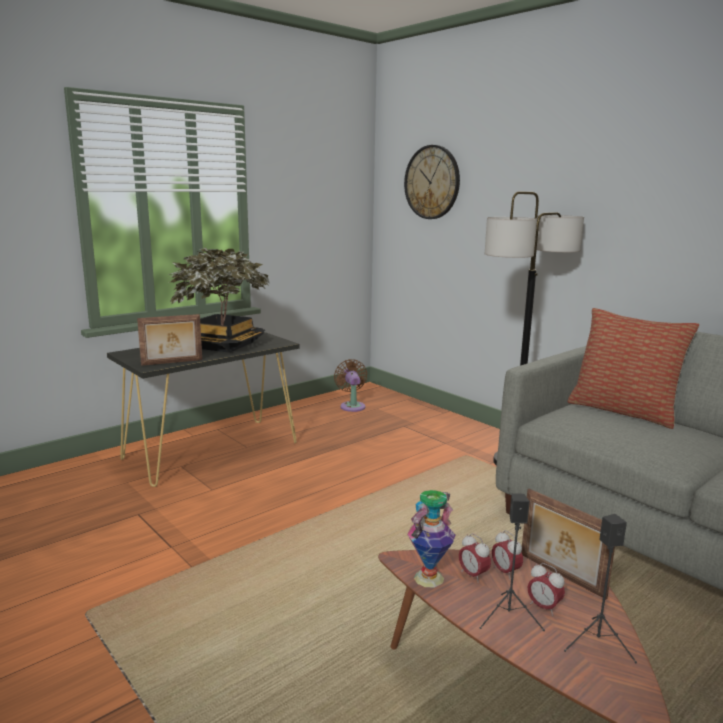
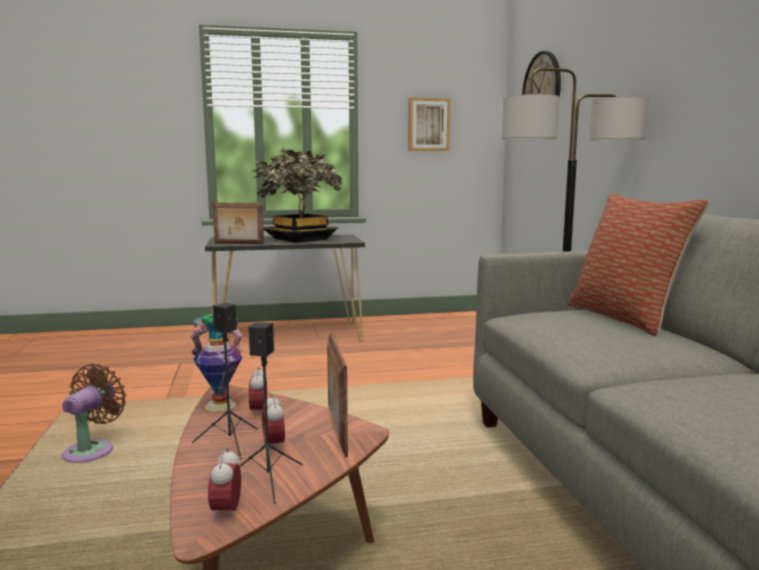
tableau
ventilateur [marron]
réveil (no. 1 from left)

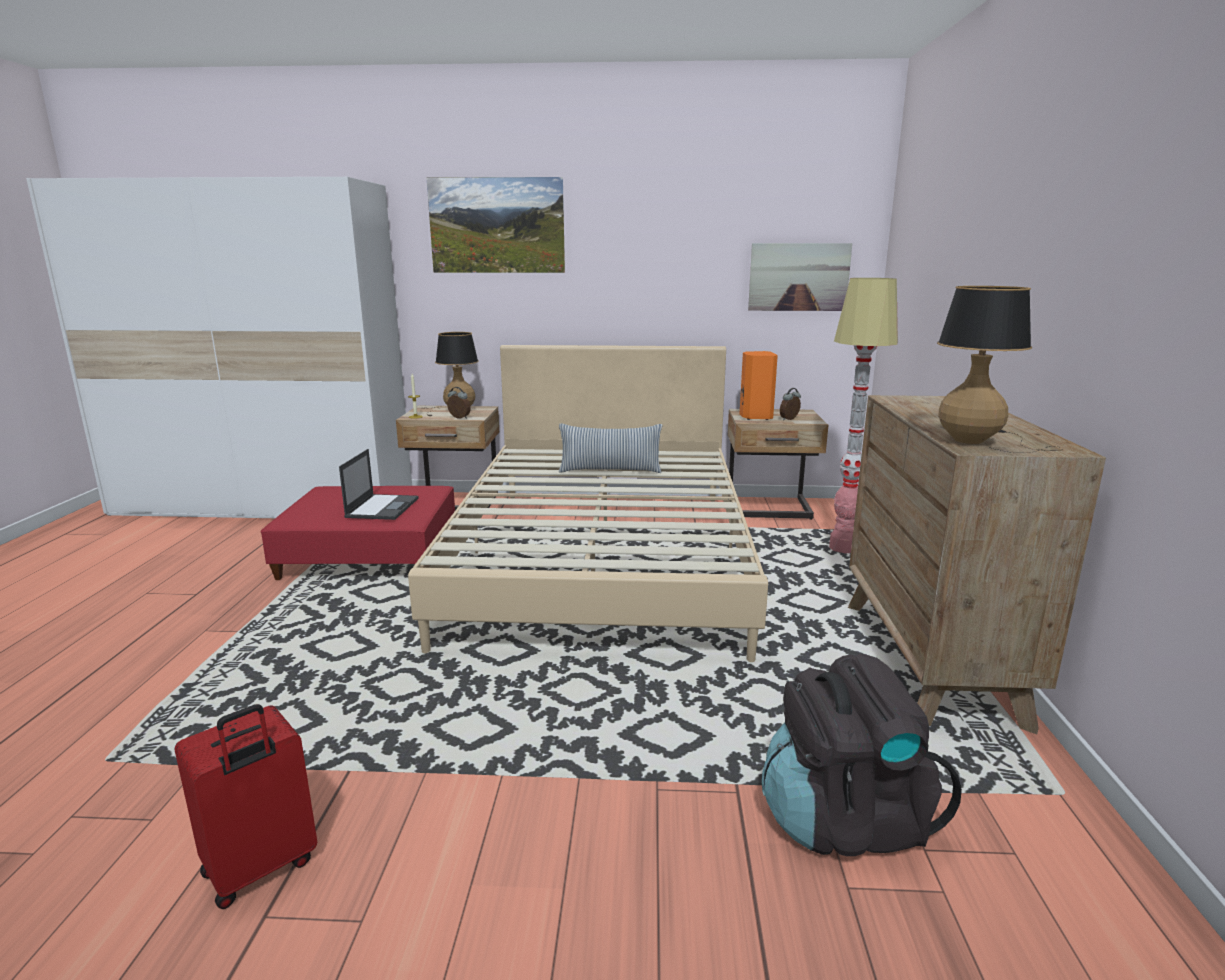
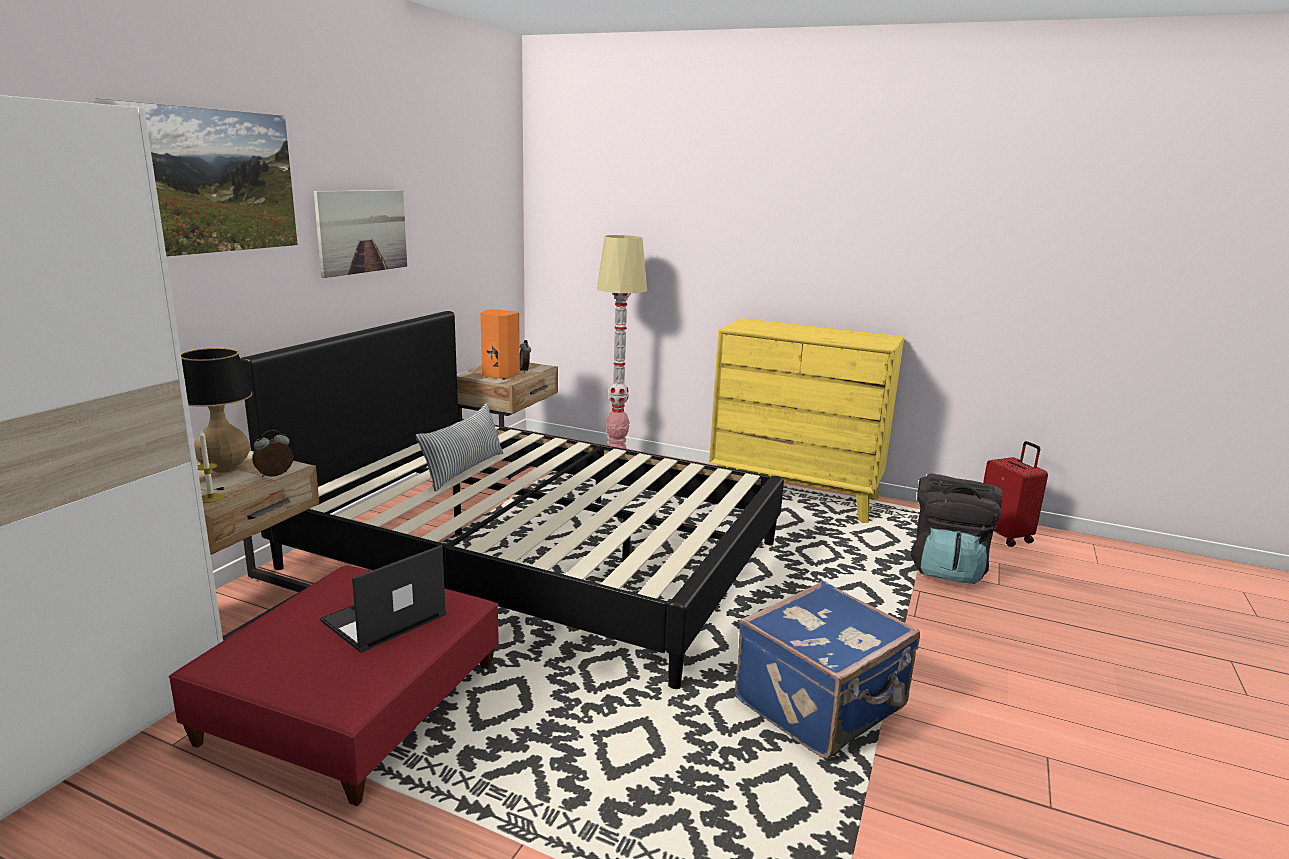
lampe de table (no. 2 from left in the first image)
valise [bleu]
valise [rouge]
tableau (no. 2 from left)
lit [noir]
commode [jaune]
ordinateur portable

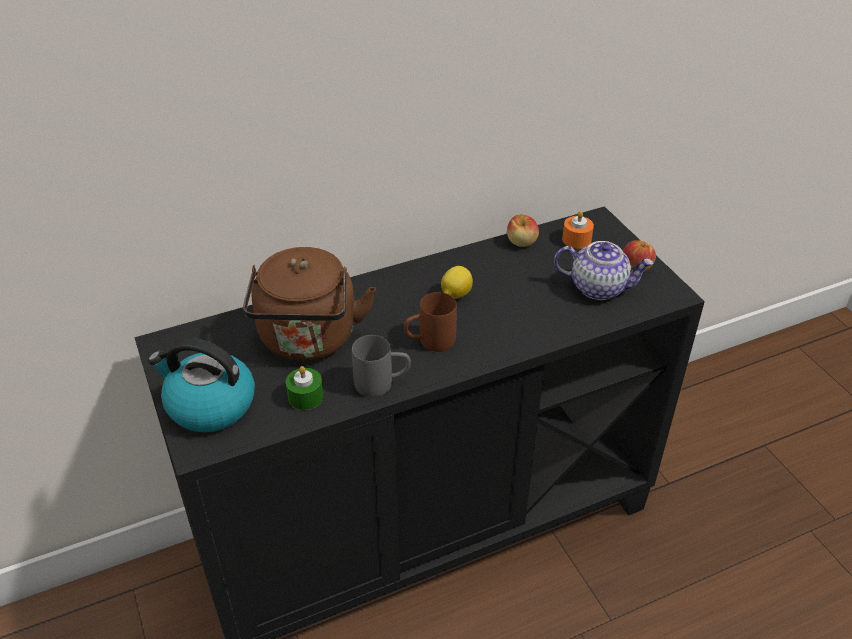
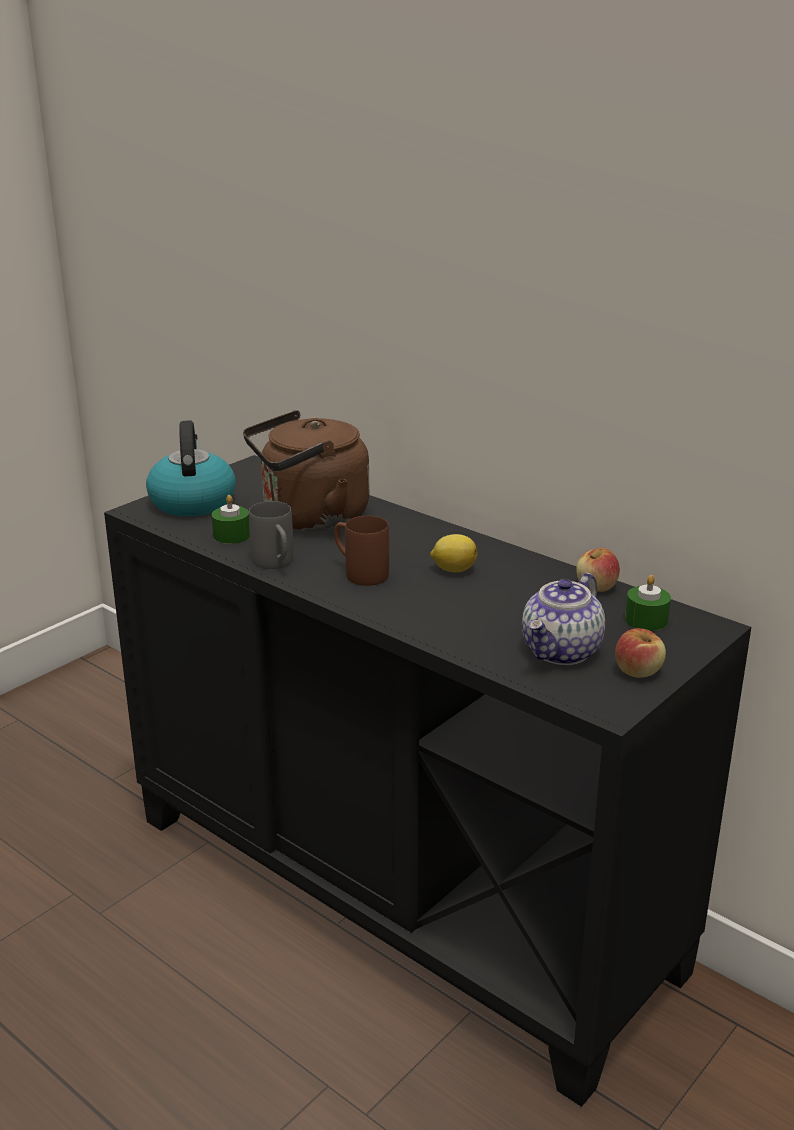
bougie [vert] (no. 2 from left)
théière

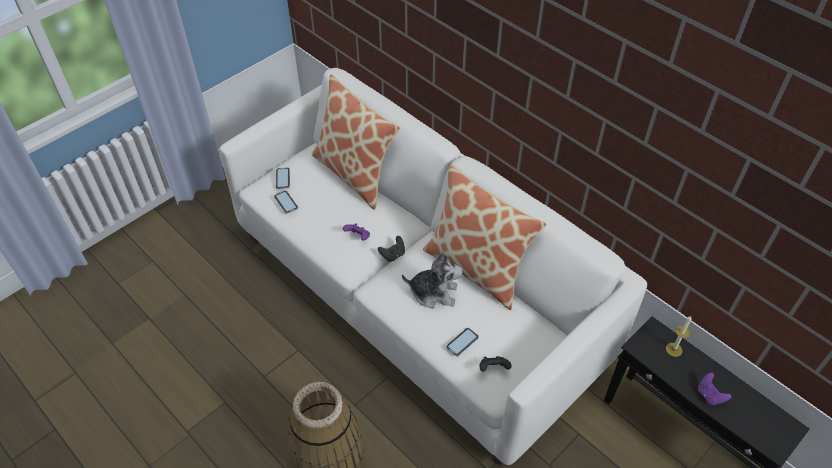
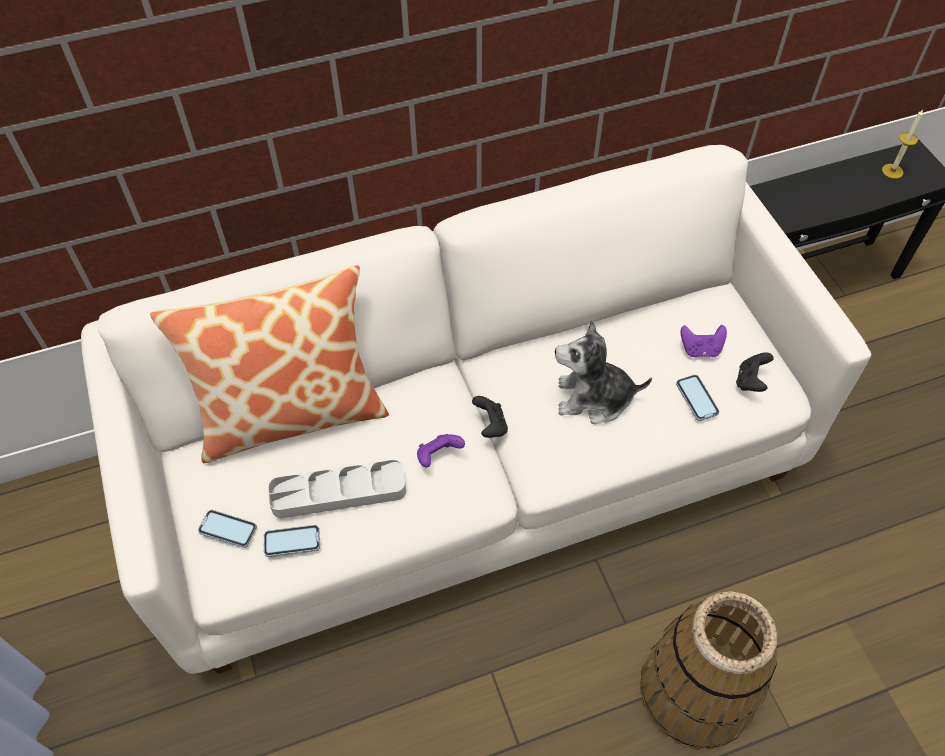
coussin (no. 2 from left in the first image)
plateau [gris]
bougie
manette [violet] (no. 2 from left)
peluche

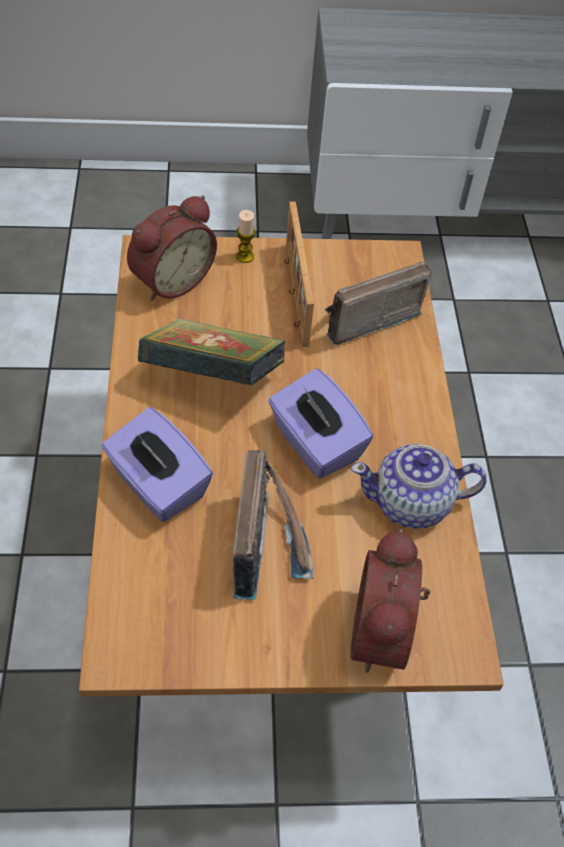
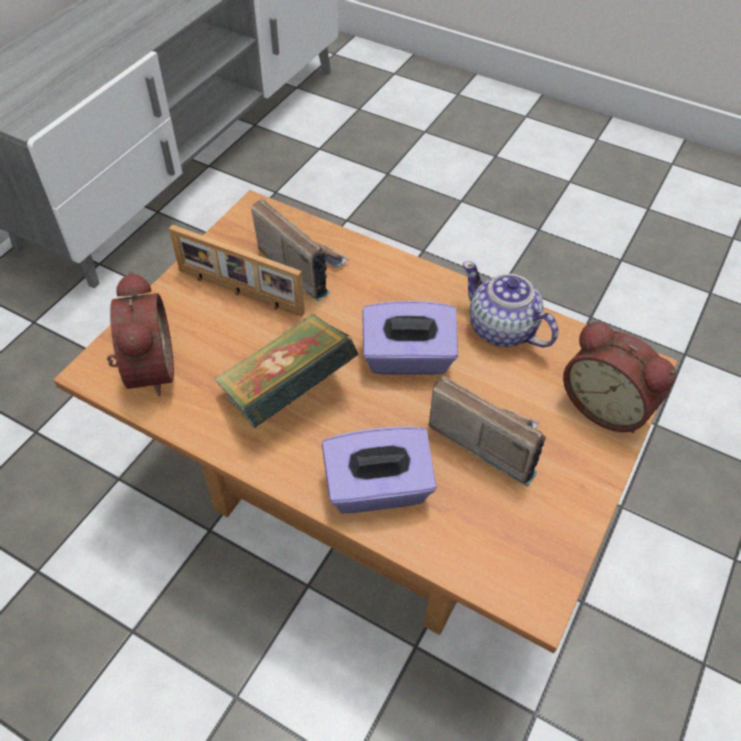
bougie
radio (no. 1 from left)
théière

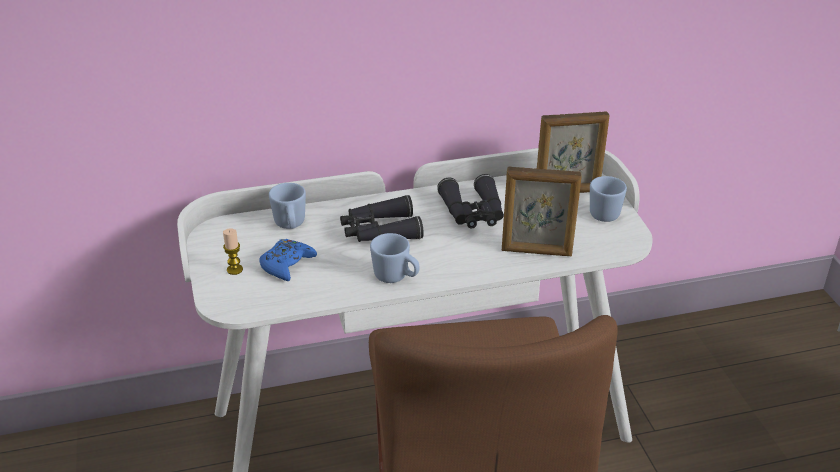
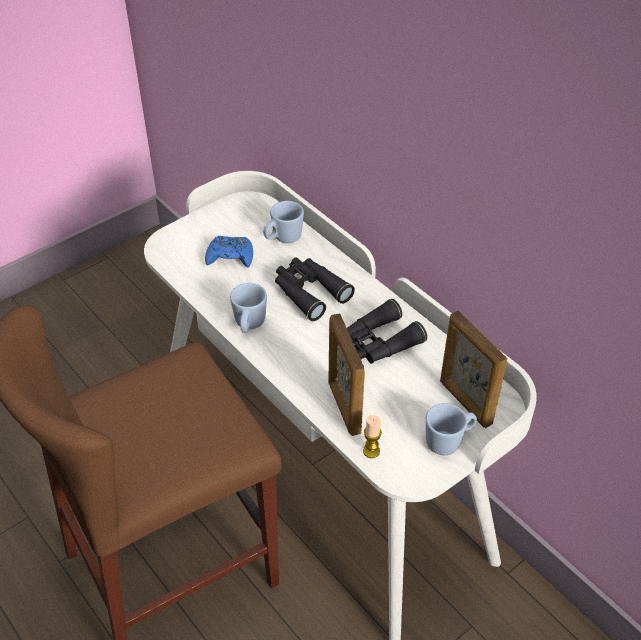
bougie

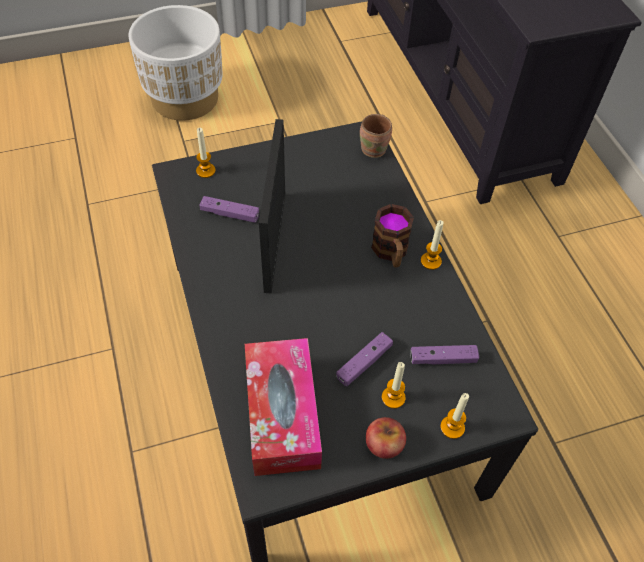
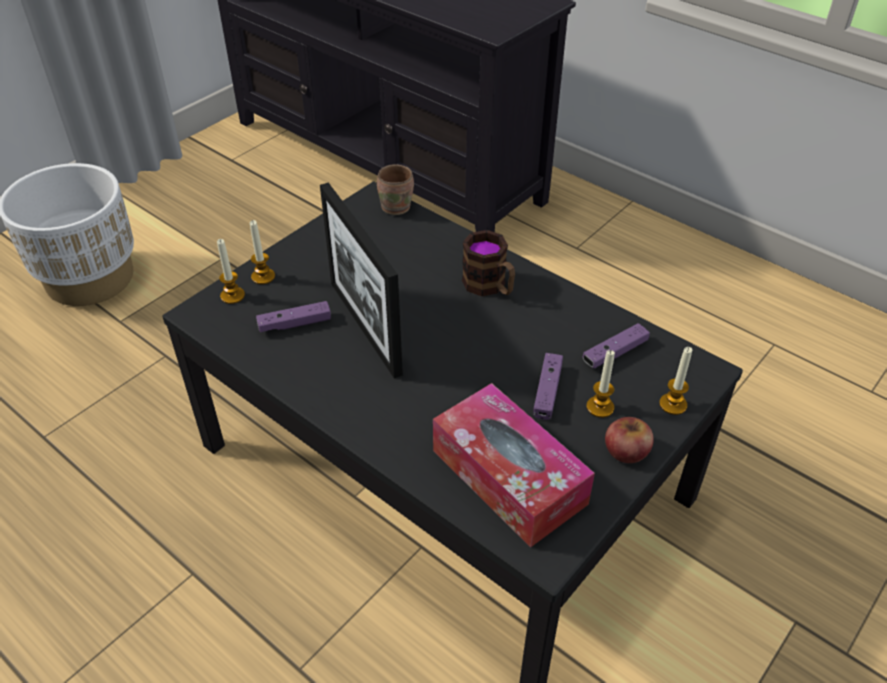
bougie (no. 2 from left)

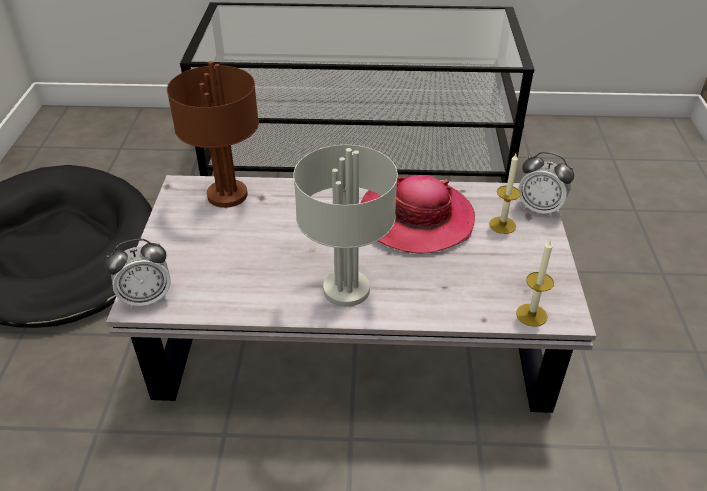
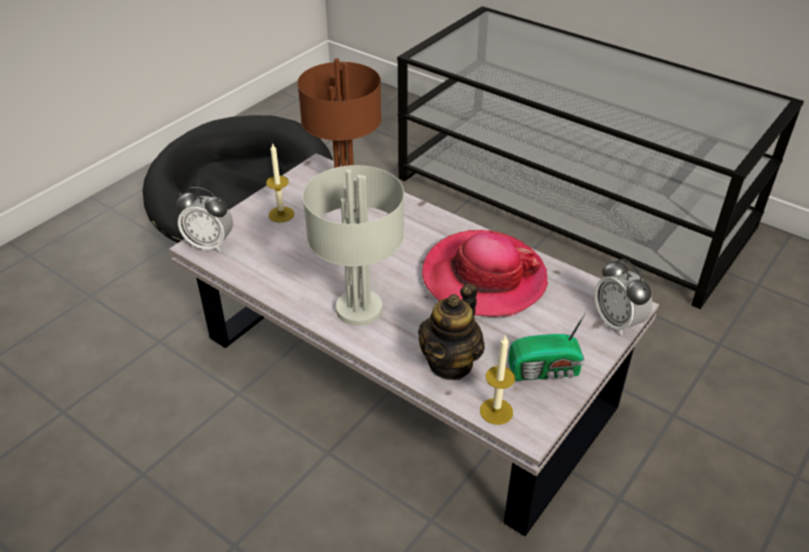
théière
radio
bougie (no. 1 from left)

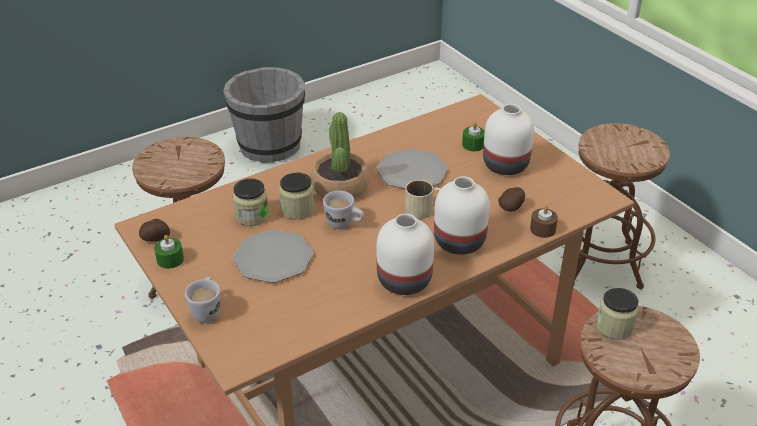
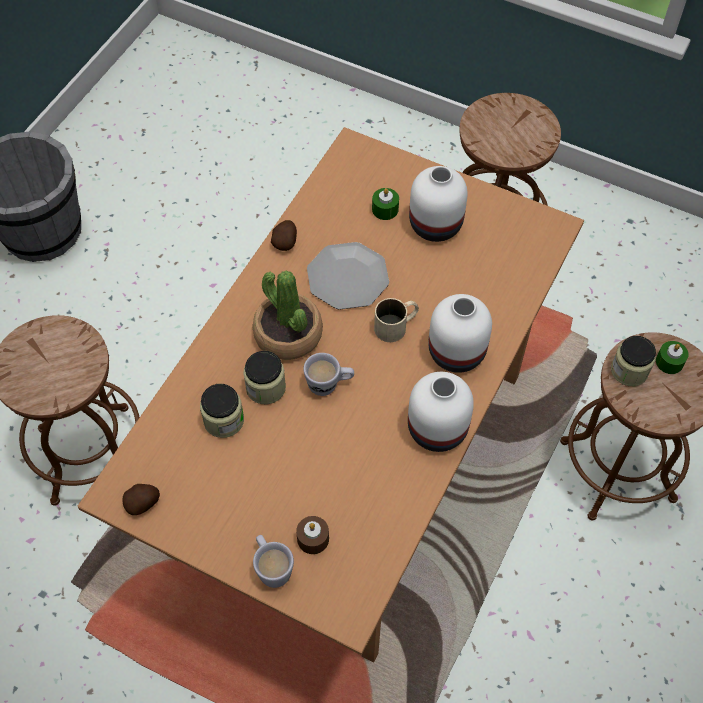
assiette (no. 1 from left in the first image)
bougie [vert] (no. 2 from left)
pomme de terre (no. 2 from left)
bougie [marron]

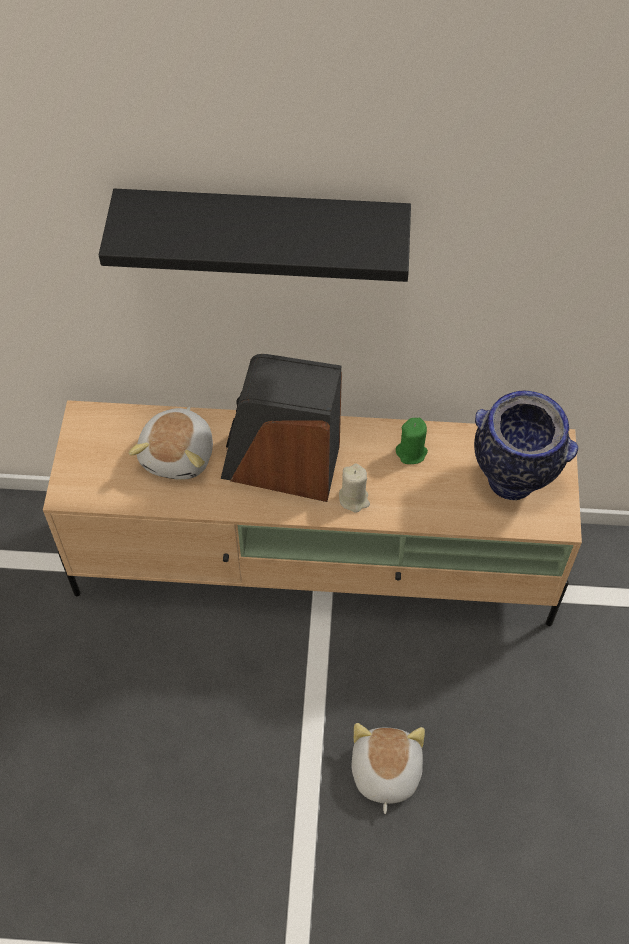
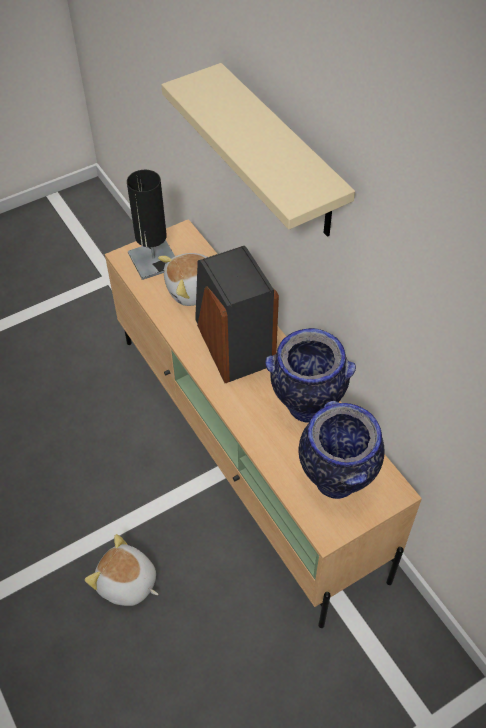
bougie [beige]
lampe de table [noir]
vase (no. 1 from left)
étagère [beige]
peluche (no. 1 from left)

